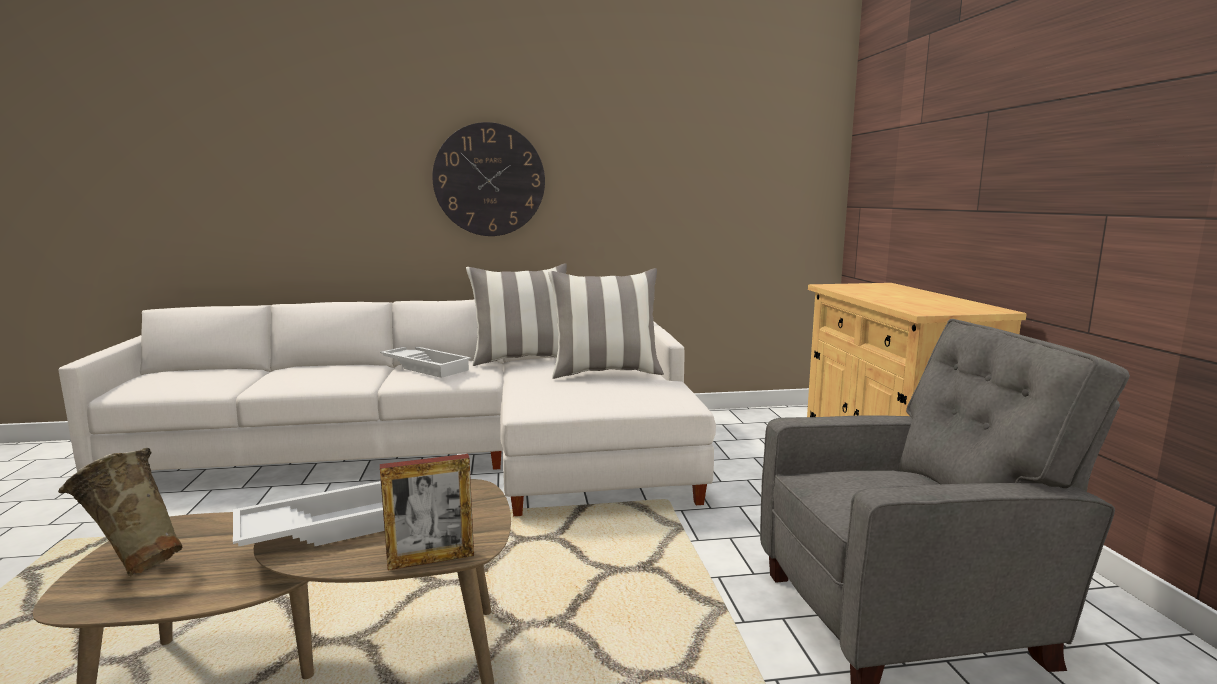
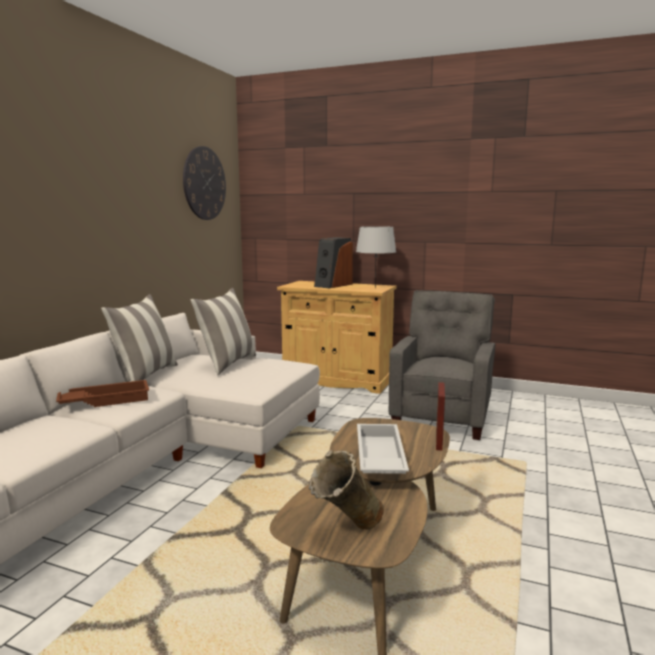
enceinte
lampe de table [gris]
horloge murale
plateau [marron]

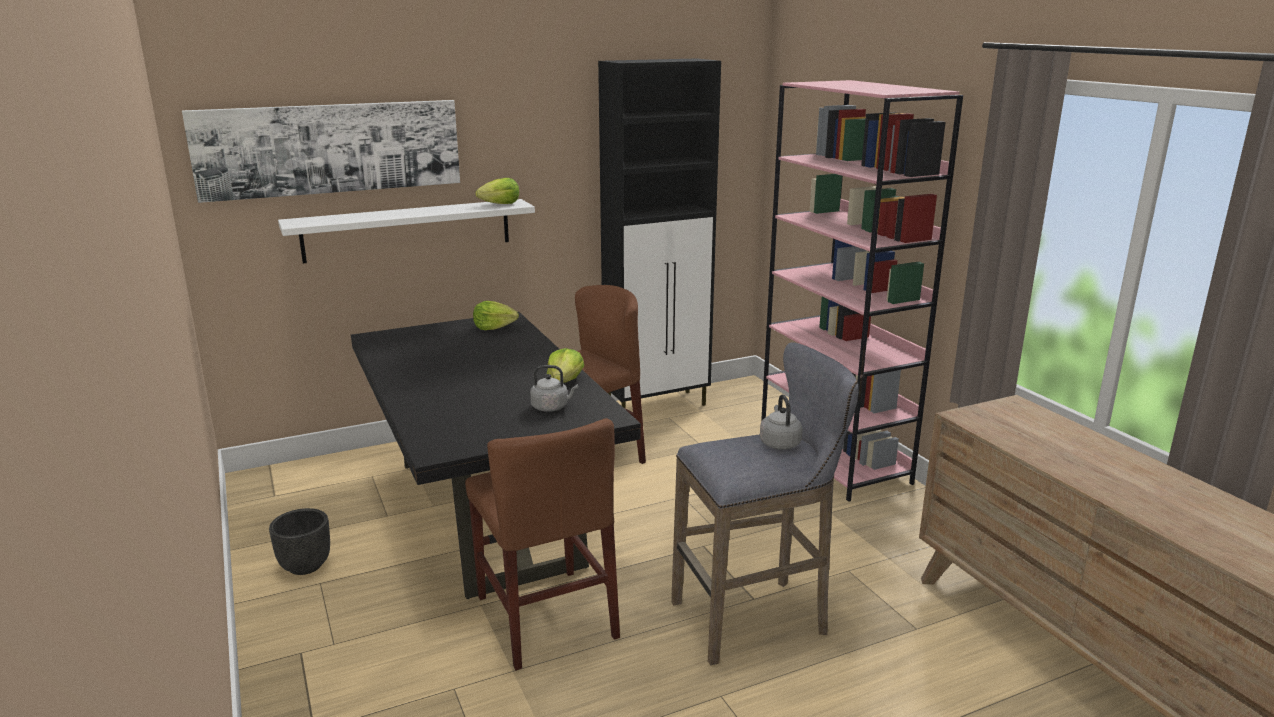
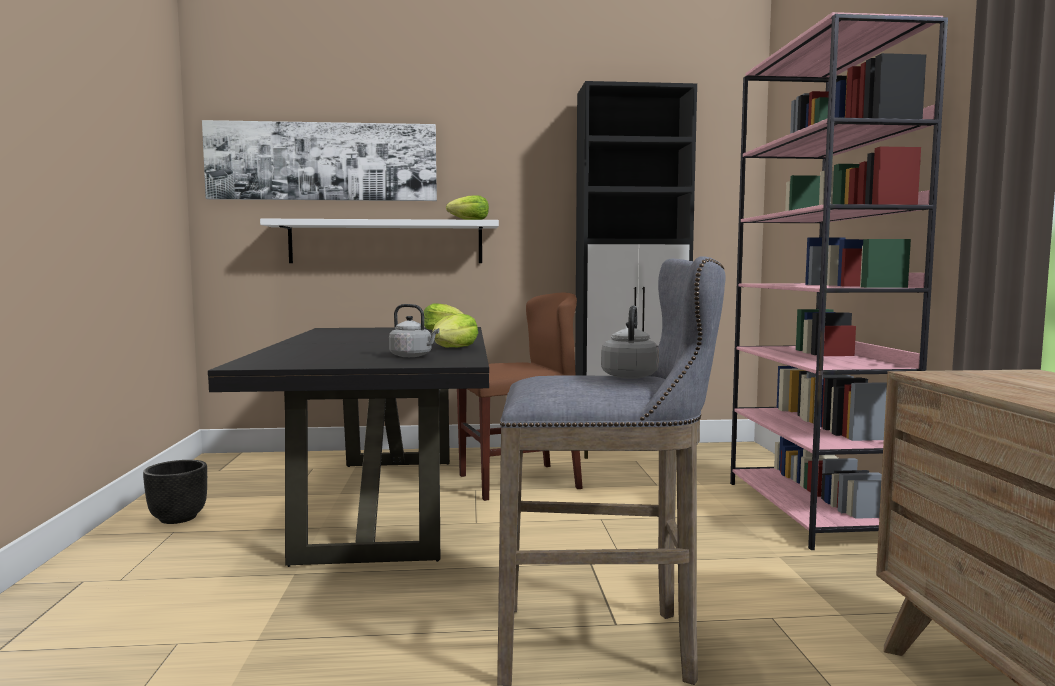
chaise [marron] (no. 1 from left in the first image)

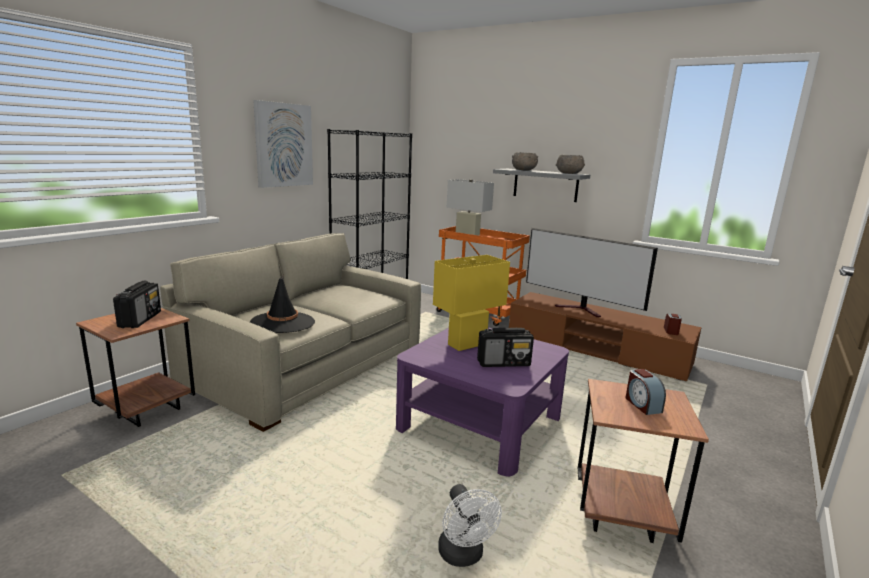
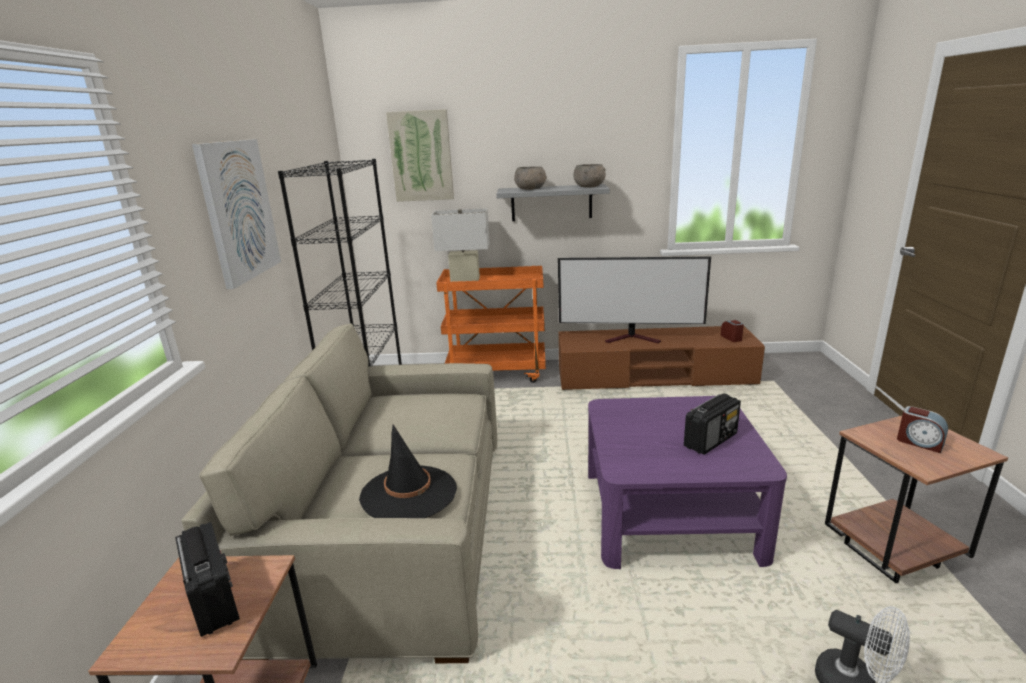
lampe de table [jaune]
tableau (no. 2 from left)

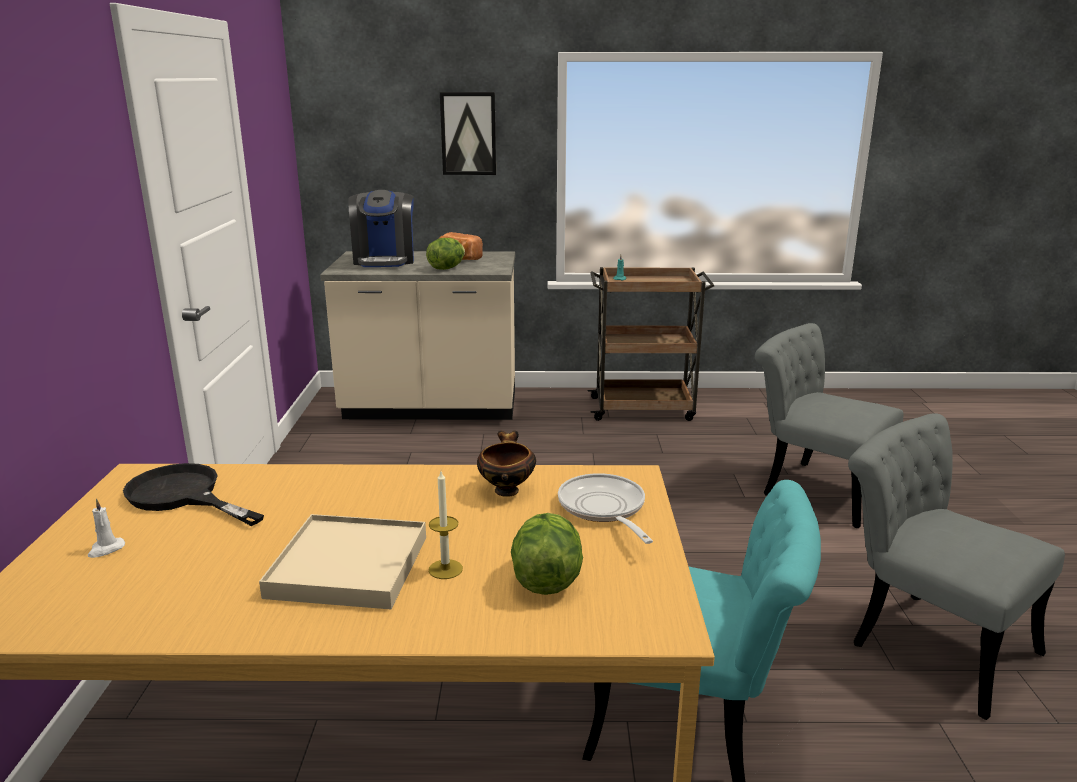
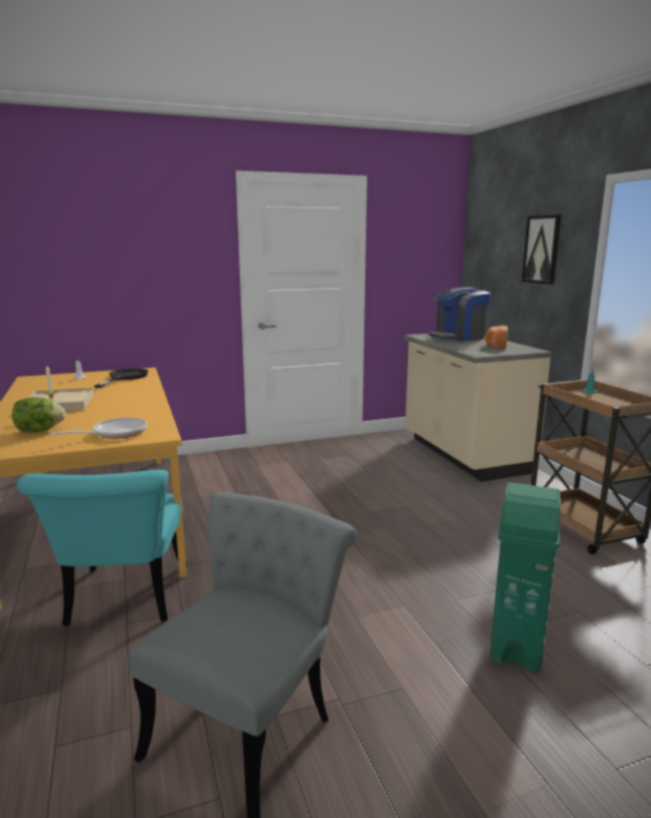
laitue (no. 1 from left in the first image)
bol
poubelle [vert]

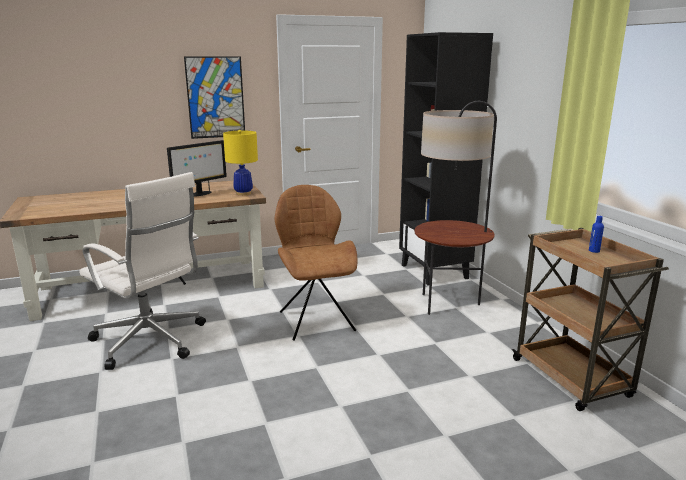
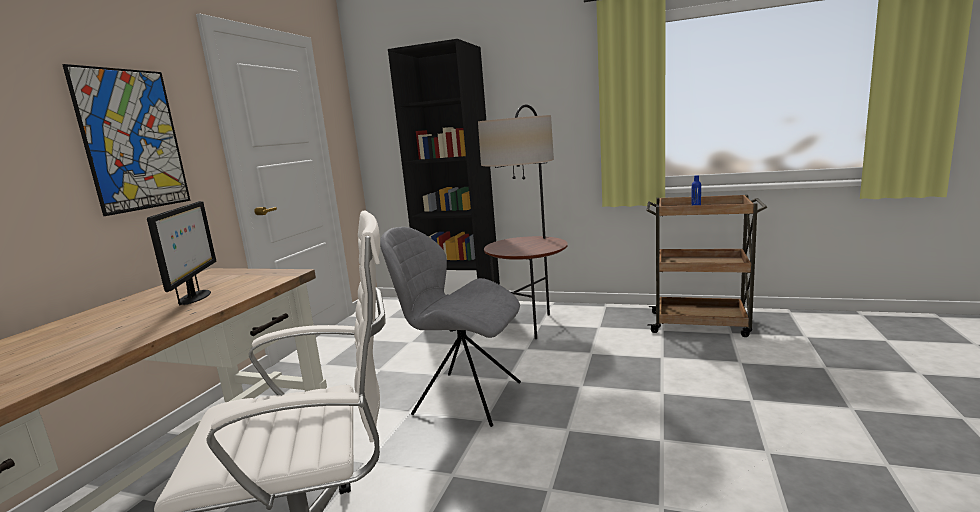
lampe de table [jaune]
chaise [gris]

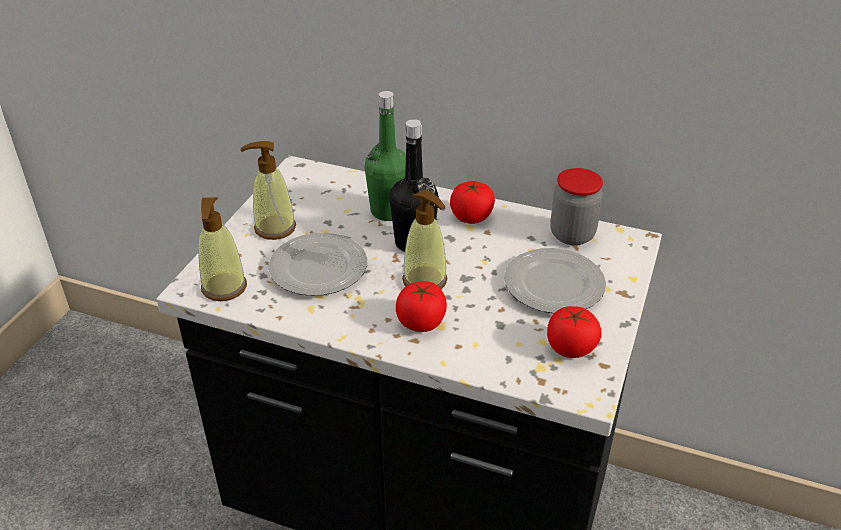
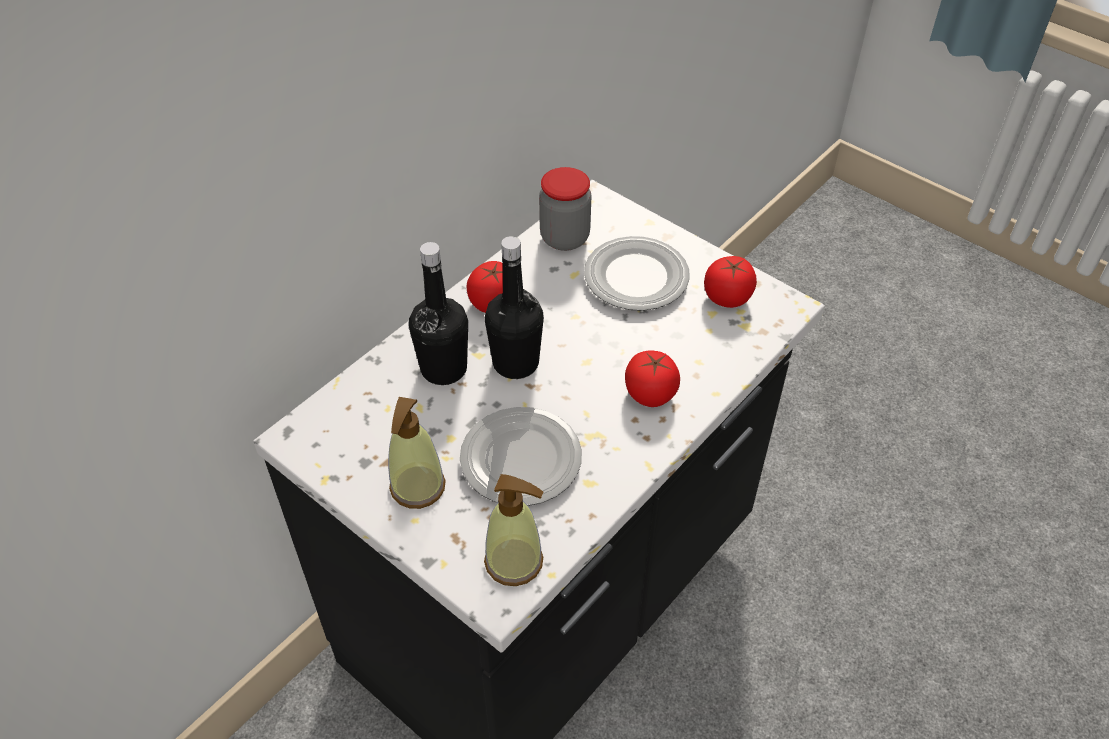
distributeur de savon (no. 3 from left in the first image)
bouteille [noir] (no. 1 from left)

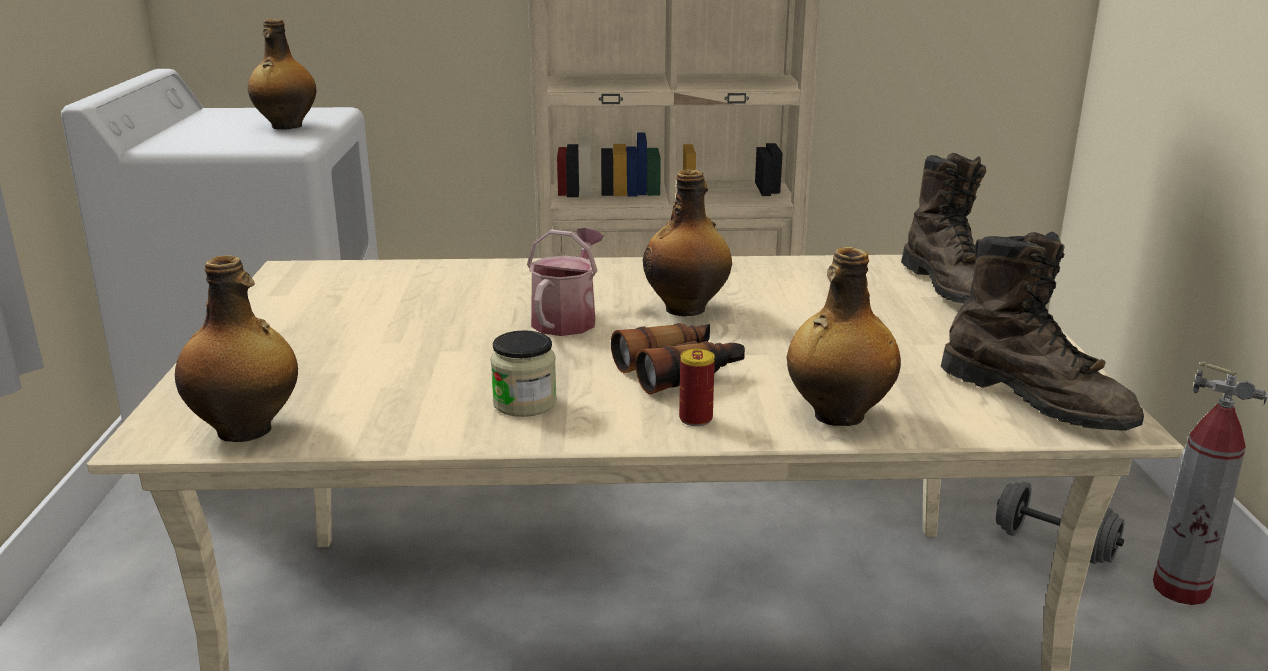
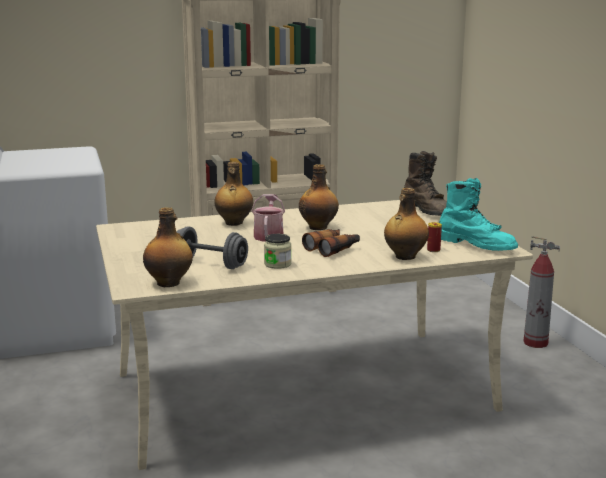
bouteille (no. 2 from left)
boîte métallique
haltère [gris]
botte [turquoise]

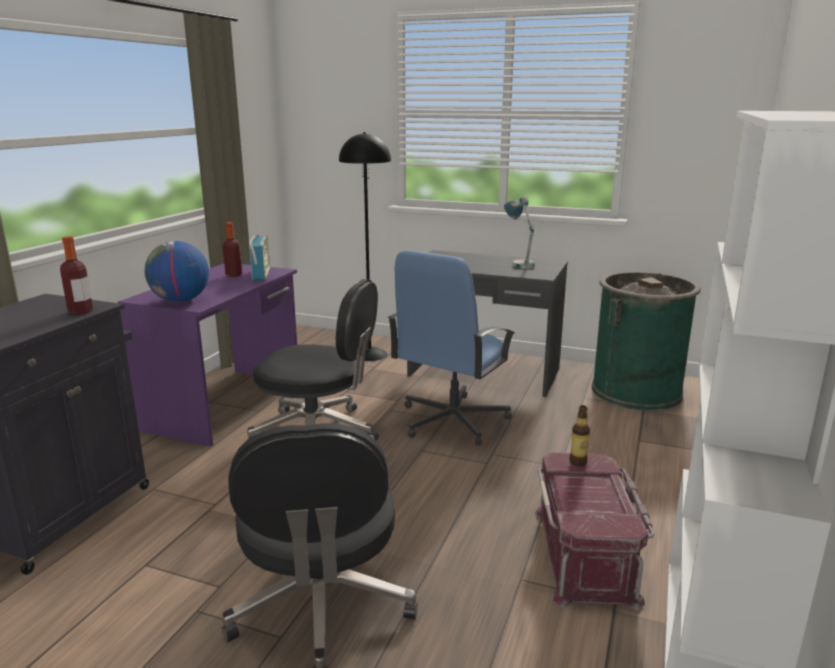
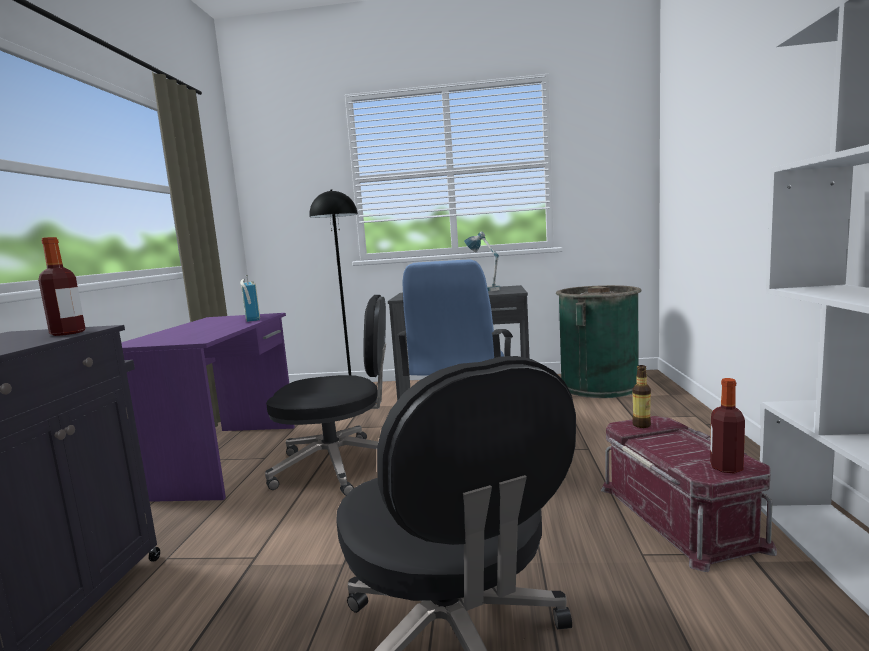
globe
bouteille (no. 3 from left)

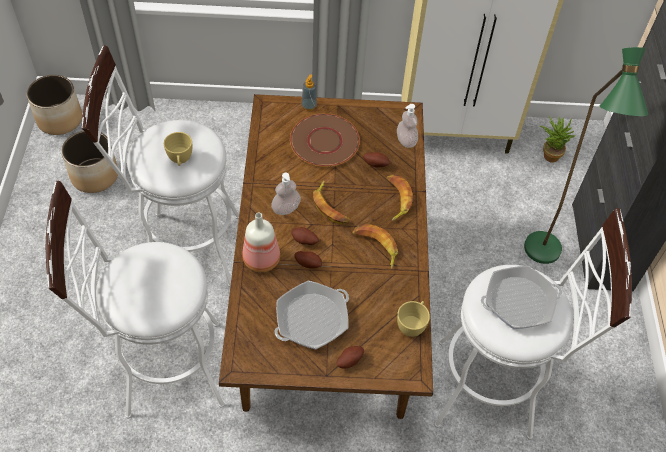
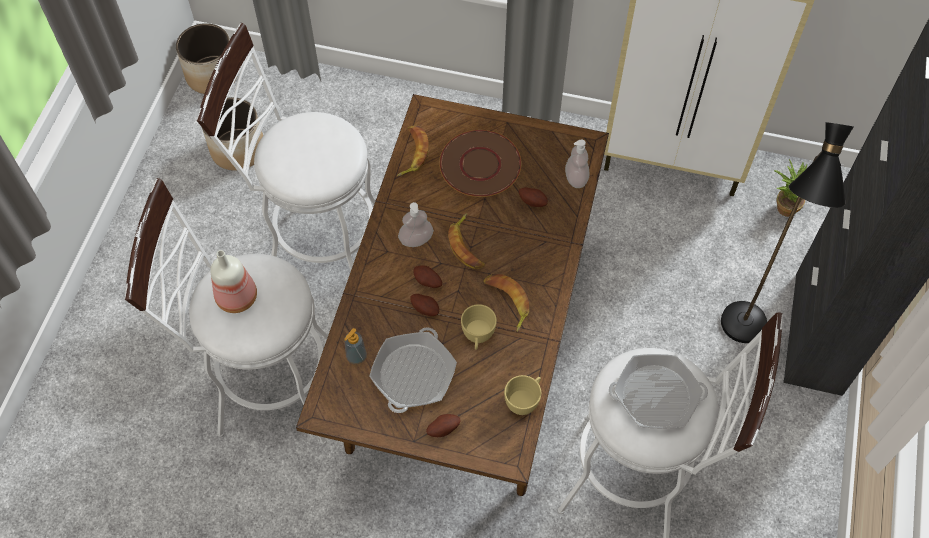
tasse [jaune] (no. 1 from left)
bouteille
distributeur de savon (no. 1 from left)
banane (no. 1 from left)
lampadaire [noir]
poêle (no. 1 from left)

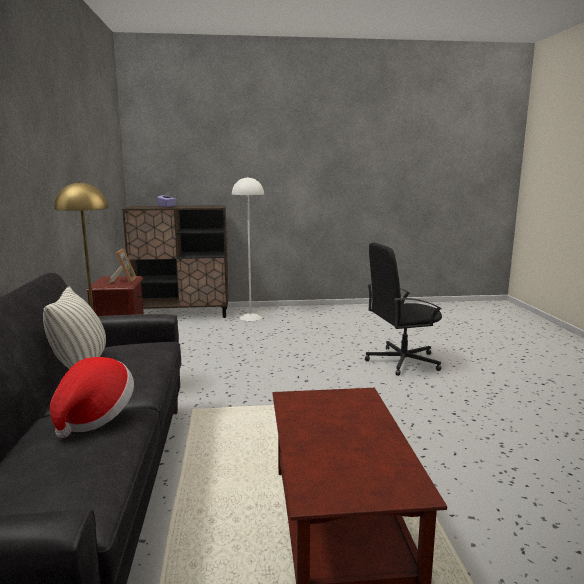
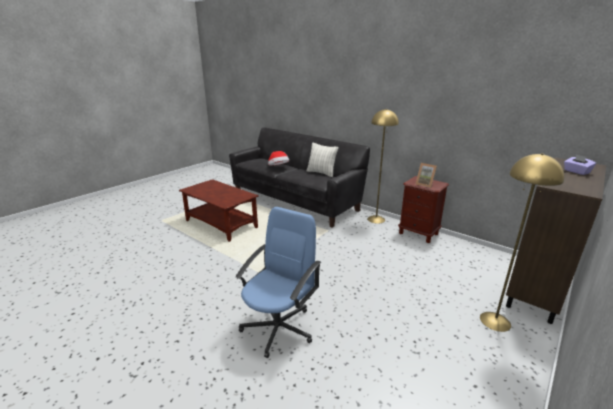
lampadaire [jaune] (no. 2 from left)
chaise de bureau [bleu]

